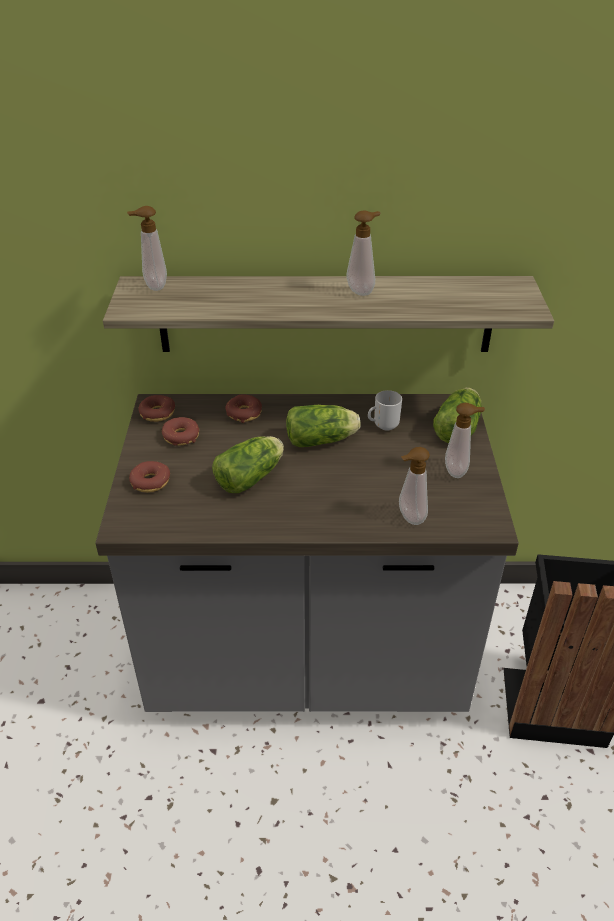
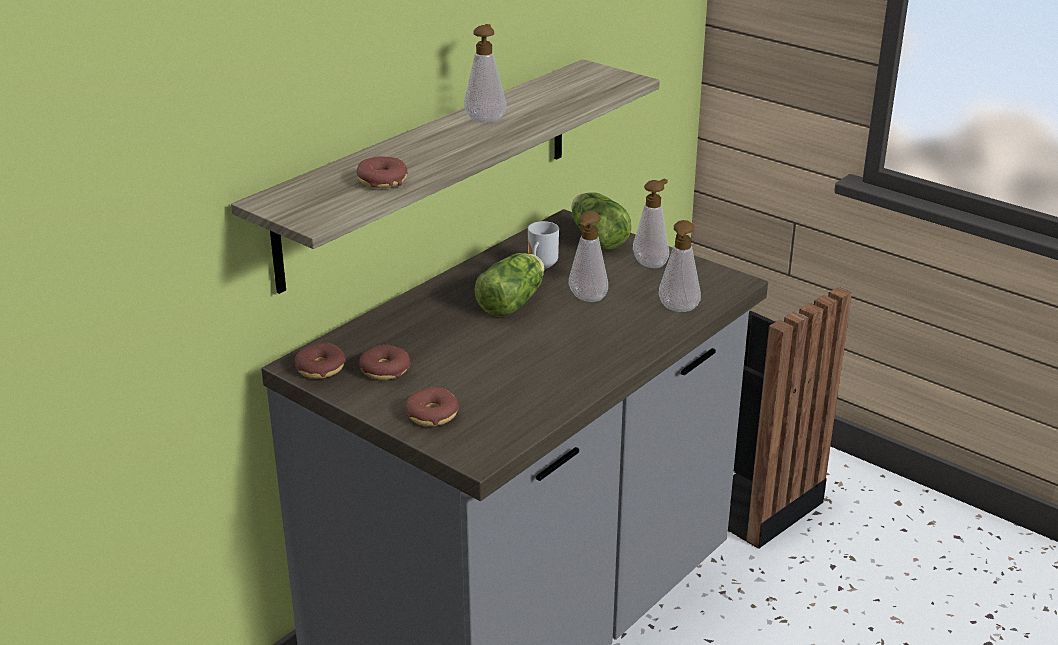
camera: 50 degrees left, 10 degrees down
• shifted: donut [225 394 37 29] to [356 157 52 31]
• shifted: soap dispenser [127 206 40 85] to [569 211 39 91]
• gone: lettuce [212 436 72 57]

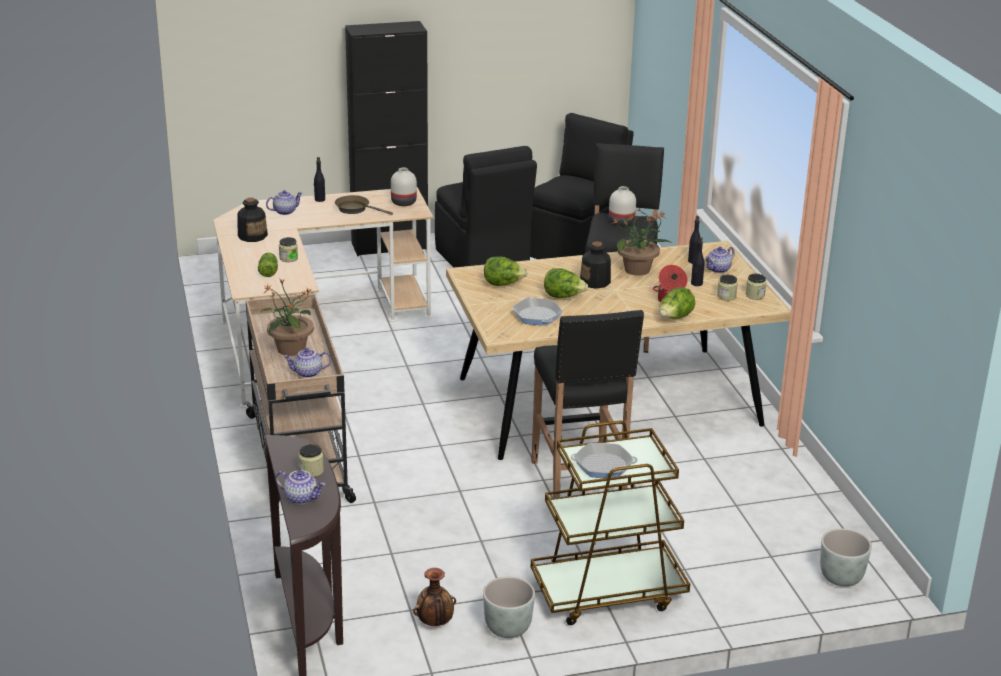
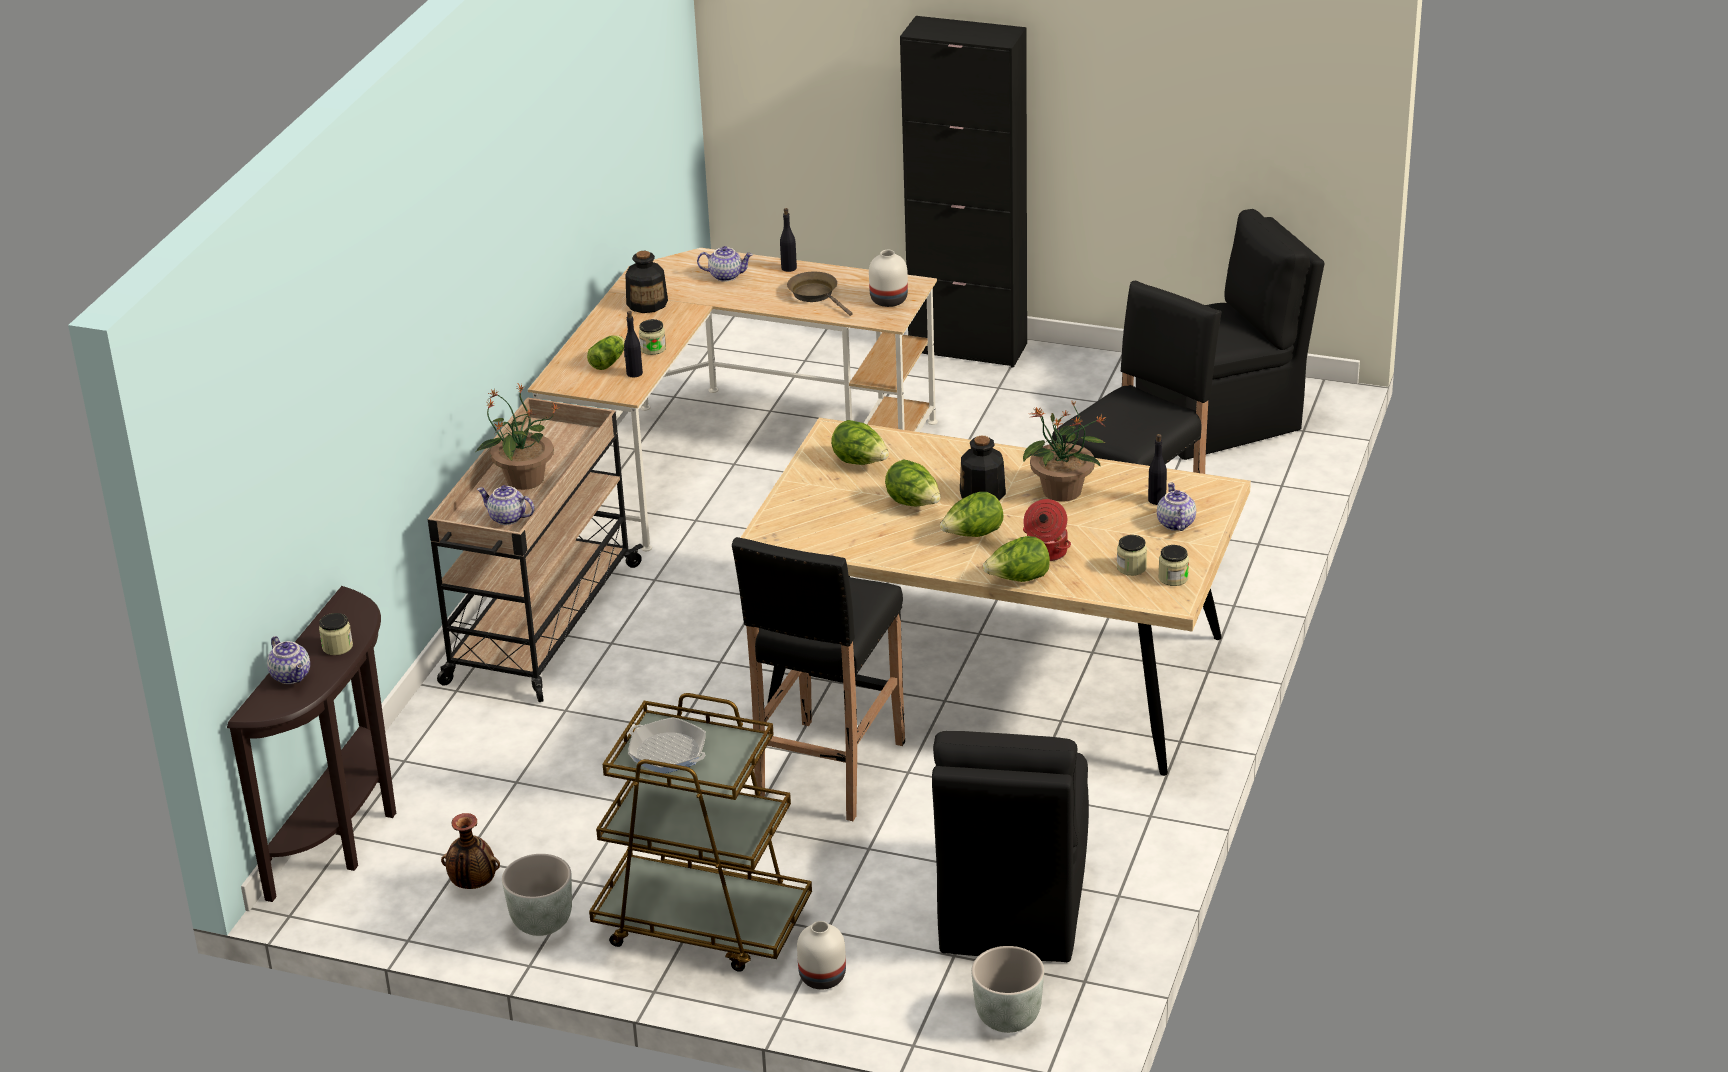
camera: 35 degrees right, 5 degrees up
• shifted: bottle/black [691 237 13 49] to [624 311 19 67]
• shifted: vase/white [609 186 27 40] to [797 921 49 68]
• shifted: chair/black [435 146 102 121] to [932 731 157 231]
• new: lettuce [940 492 64 45]
• rotated: teapot [705 247 30 26] = [1157 482 39 49] 90 degrees clockwise
• gone: frying pan [512 297 51 28]

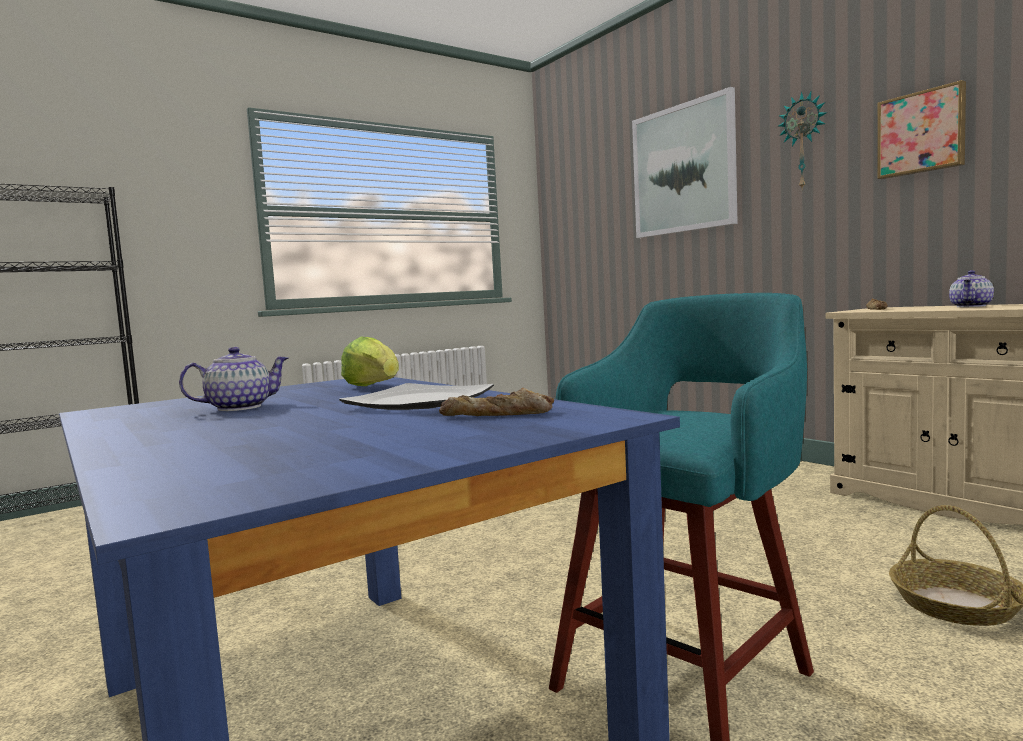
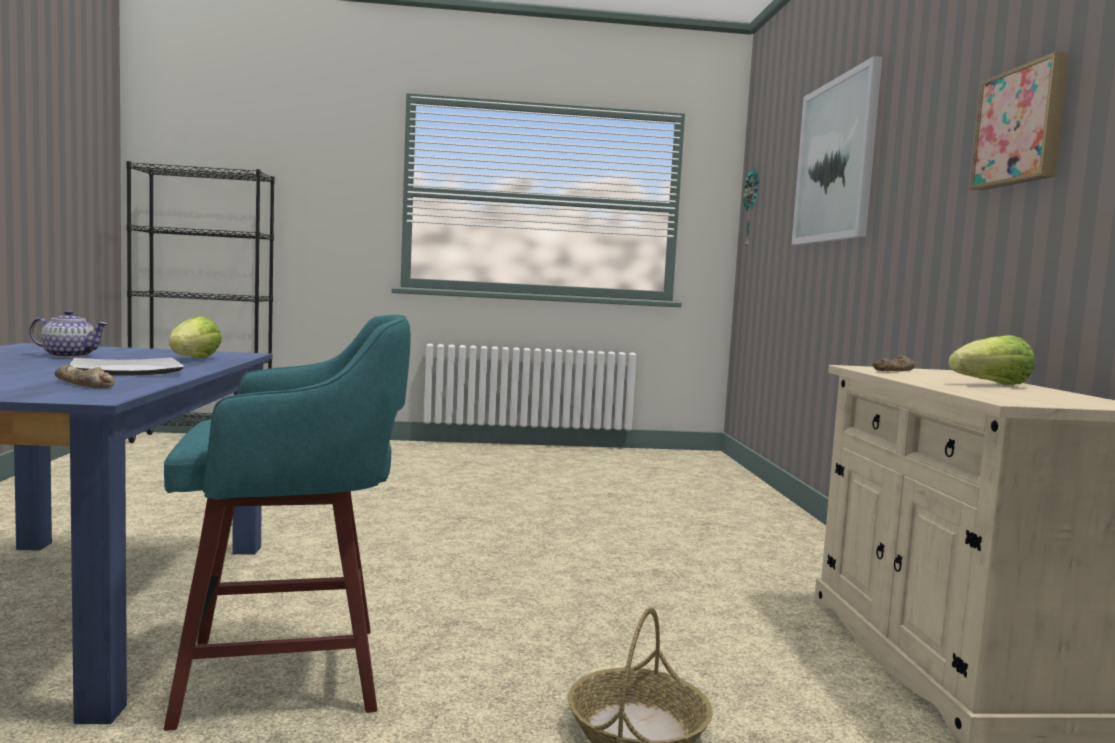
camera: 30 degrees right, 0 degrees up
• shifted: wall clock [778 92 48 98] to [743 168 15 81]
• swapped: teapot [949 270 45 37] to lettuce [948 335 87 50]

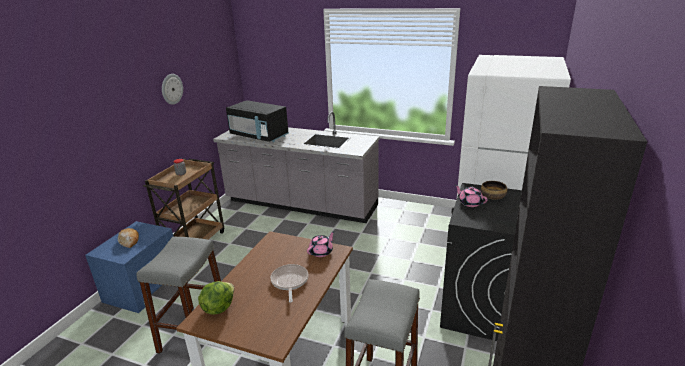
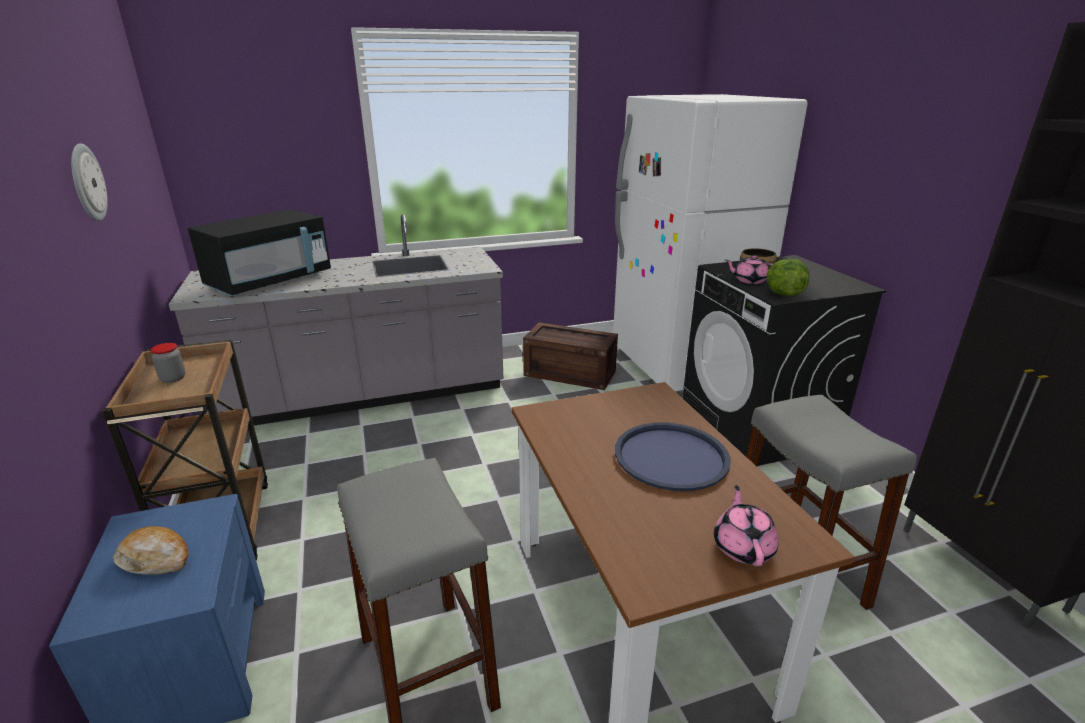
camera: 40 degrees left, 0 degrees up
• rotated: microwave/black [226 100 63 42] = [188 209 143 87] 45 degrees counterclockwise
• new: crate [523 322 95 68]
• swapped: frying pan [270 264 38 39] to tray/blue [615 422 116 69]
• shifted: teapot/pink [307 231 28 26] to [714 485 65 81]
• shifted: lettuce [198 281 36 34] to [767 259 43 37]

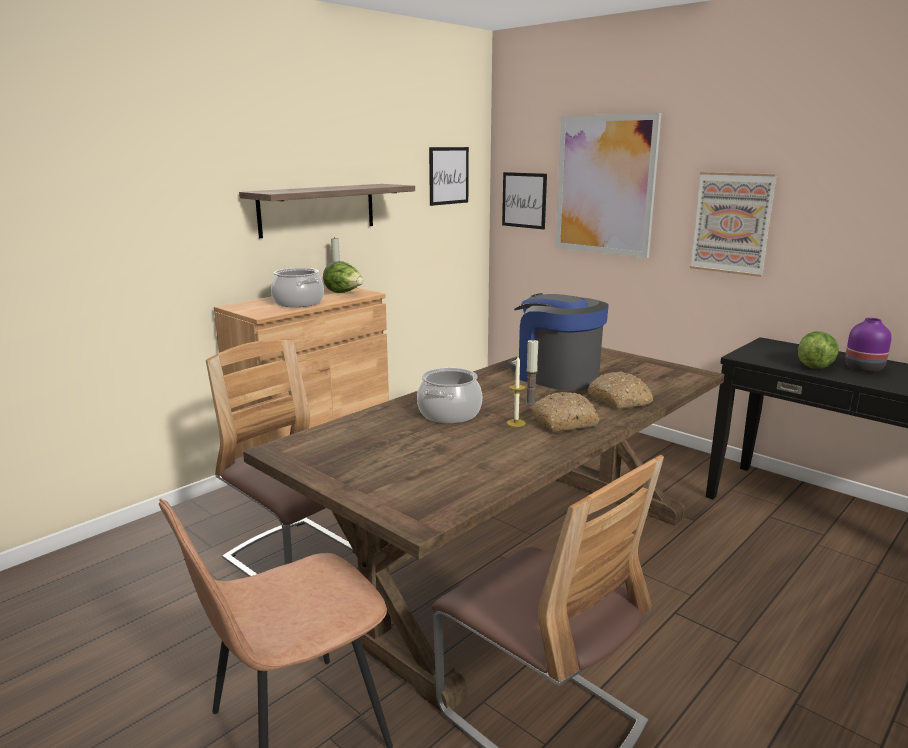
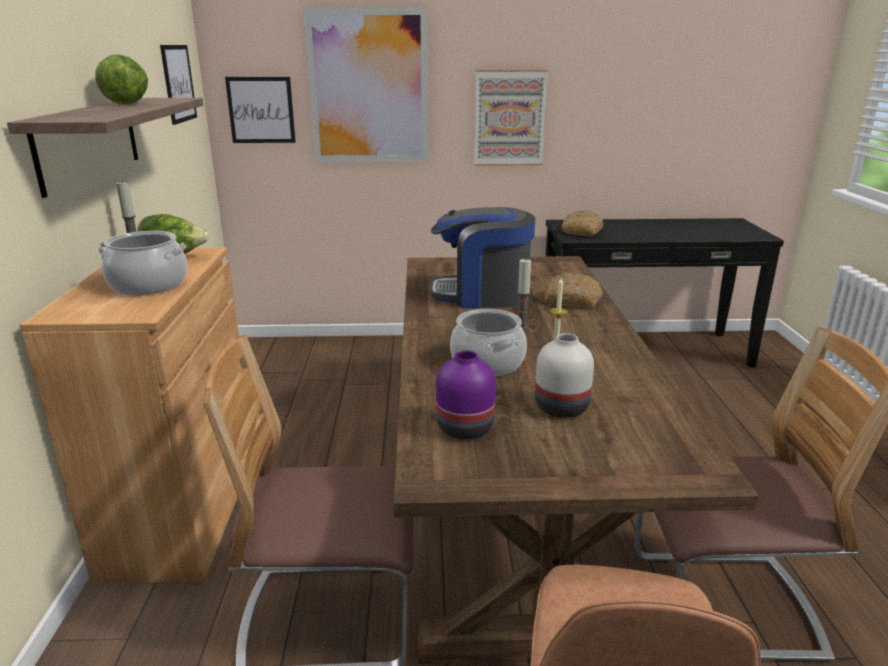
camera: 45 degrees left, 5 degrees up
• shifted: lettuce [798 331 41 38] to [95 54 53 50]
• shifted: vase/purple [845 318 46 54] to [436 350 60 90]
• new: vase/white [535 333 59 85]
• shifted: bread [532 392 67 40] to [562 210 41 27]

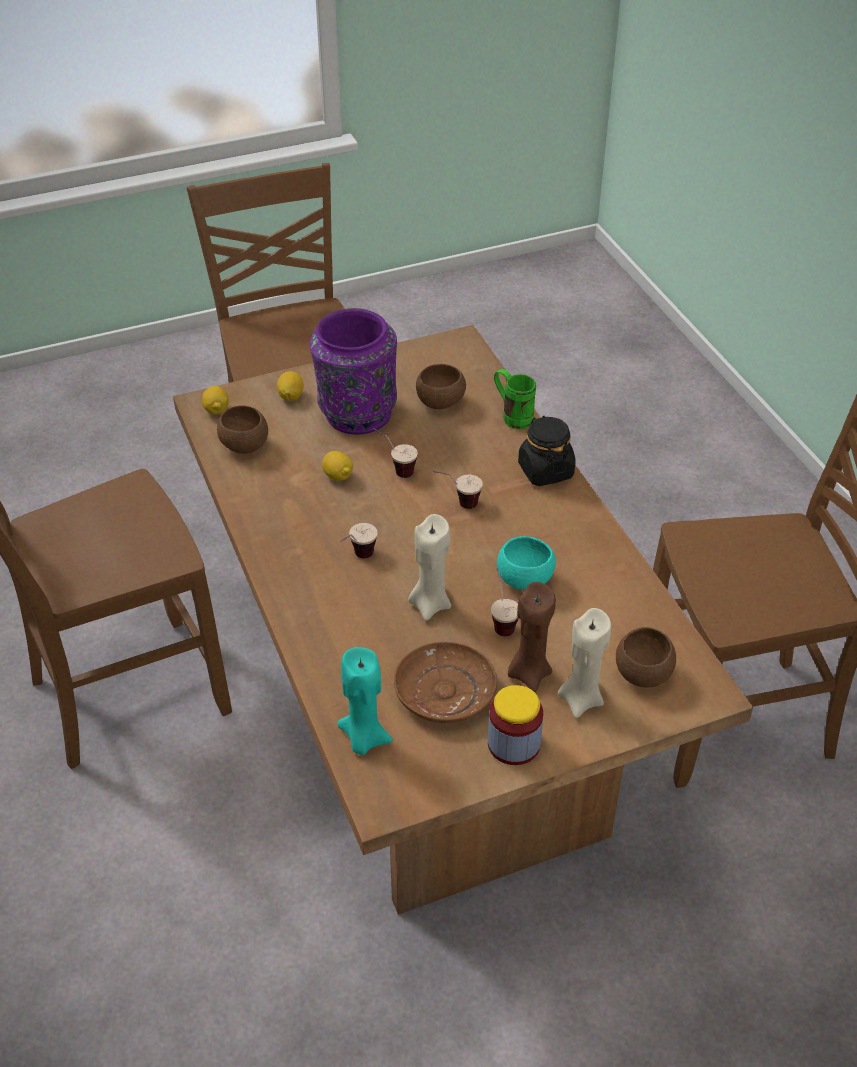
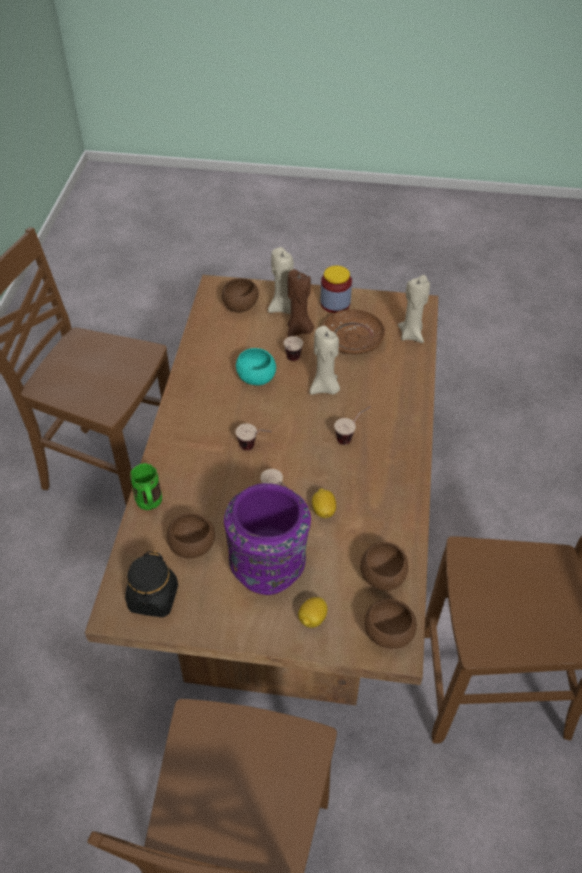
camera: 150 degrees left, 5 degrees up
• shifted: jar/black [518 416 57 70] to [125 551 53 66]
• swapped: lemon [202 386 27 28] to bowl/brown [365 599 52 50]
• repainted: candle/turquoise [337 647 56 108] to candle/beige [398 275 32 68]

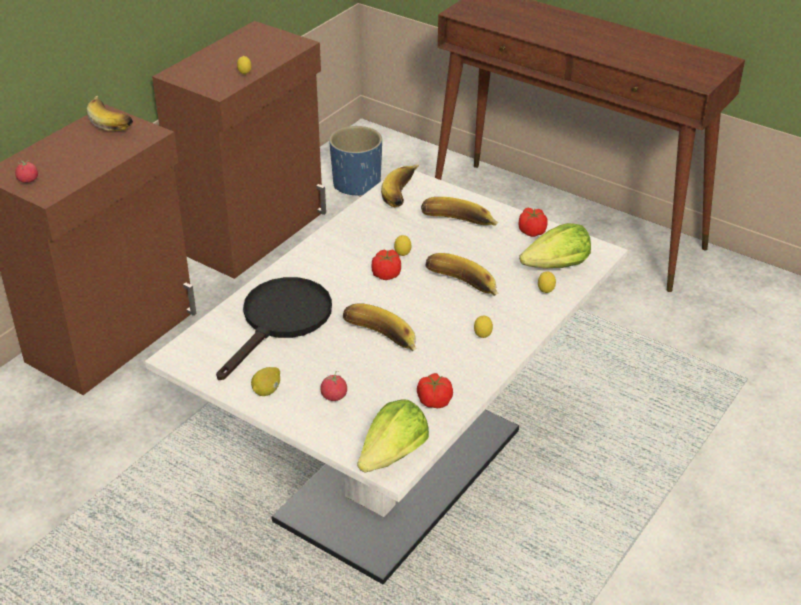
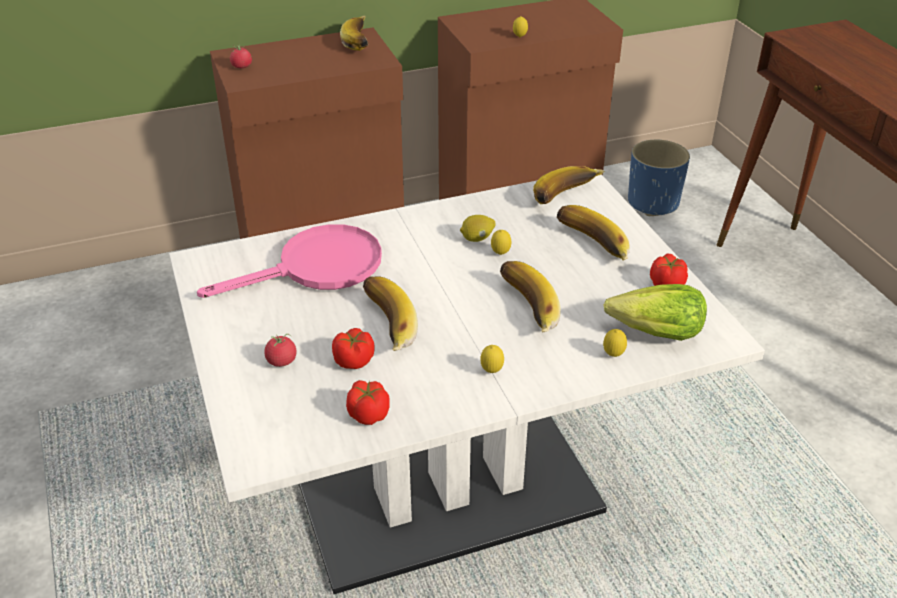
camera: 35 degrees right, 0 degrees up
• repainted: frying pan/black [216 277 116 103] to frying pan/pink [197 224 185 74]
• shifted: tomato [372 250 29 30] to [332 328 43 41]
• shifted: lemon [251 367 29 29] to [460 215 35 27]
• gone: lettuce [357 399 72 74]

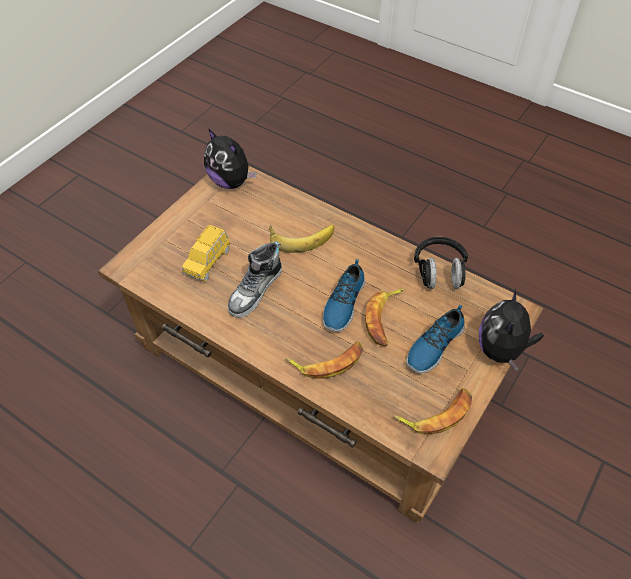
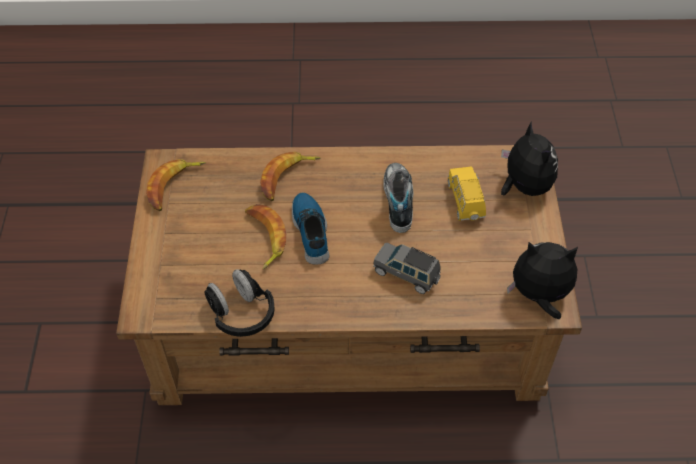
camera: 145 degrees right, 0 degrees up
• swapped: banana [269 224 65 29] to toy car/grey [373 243 68 51]
• shifted: plush toy [479 289 65 82] to [501 121 57 75]
• gone: shoe [406 305 58 69]

